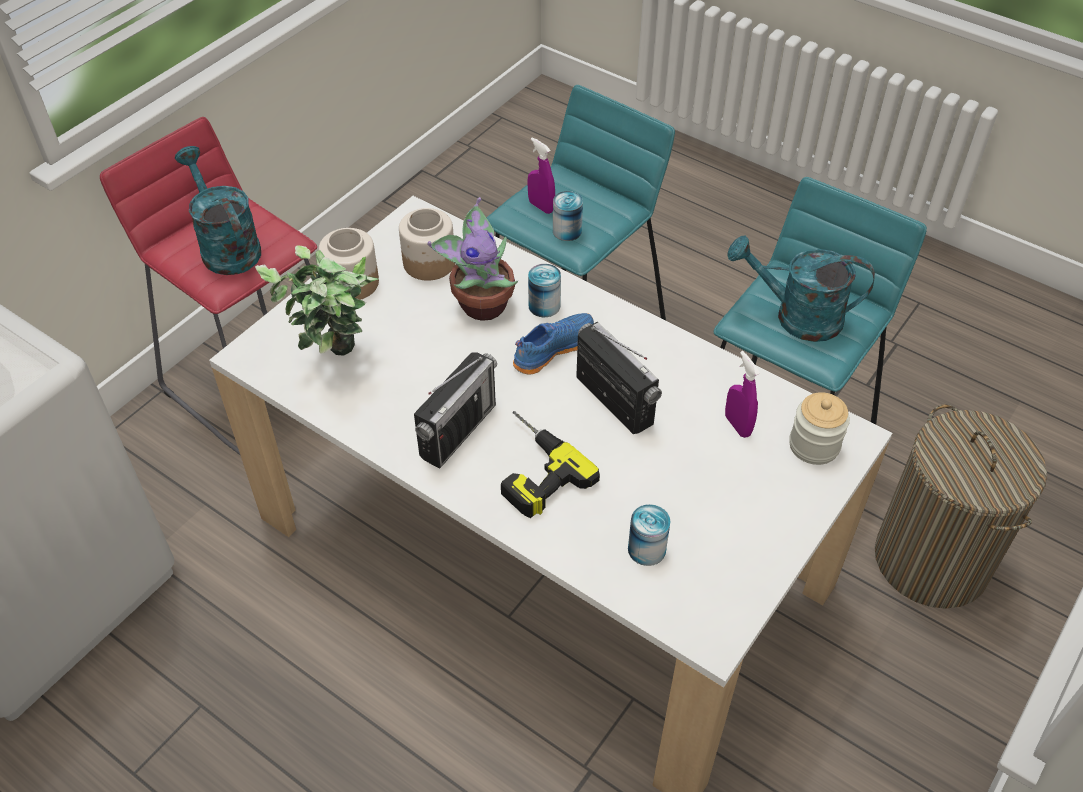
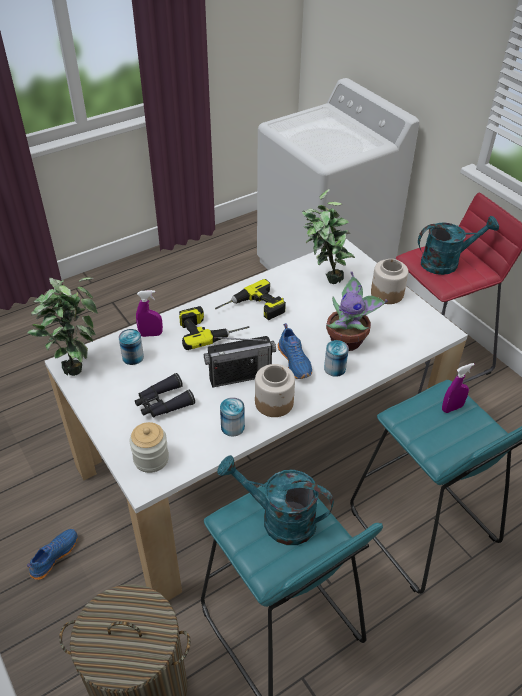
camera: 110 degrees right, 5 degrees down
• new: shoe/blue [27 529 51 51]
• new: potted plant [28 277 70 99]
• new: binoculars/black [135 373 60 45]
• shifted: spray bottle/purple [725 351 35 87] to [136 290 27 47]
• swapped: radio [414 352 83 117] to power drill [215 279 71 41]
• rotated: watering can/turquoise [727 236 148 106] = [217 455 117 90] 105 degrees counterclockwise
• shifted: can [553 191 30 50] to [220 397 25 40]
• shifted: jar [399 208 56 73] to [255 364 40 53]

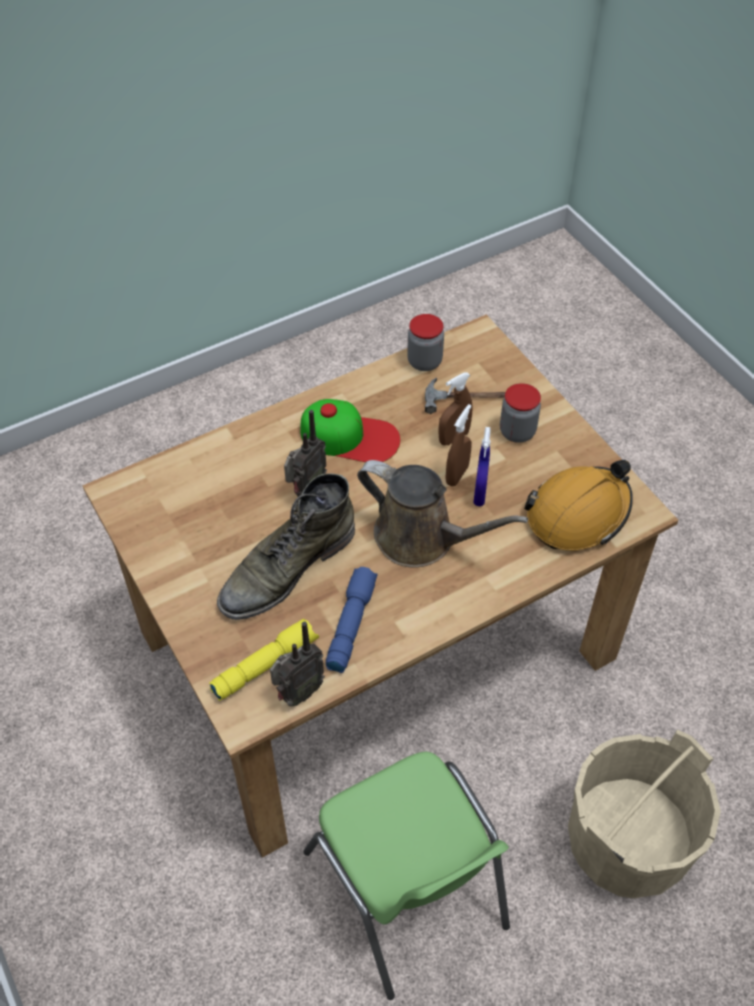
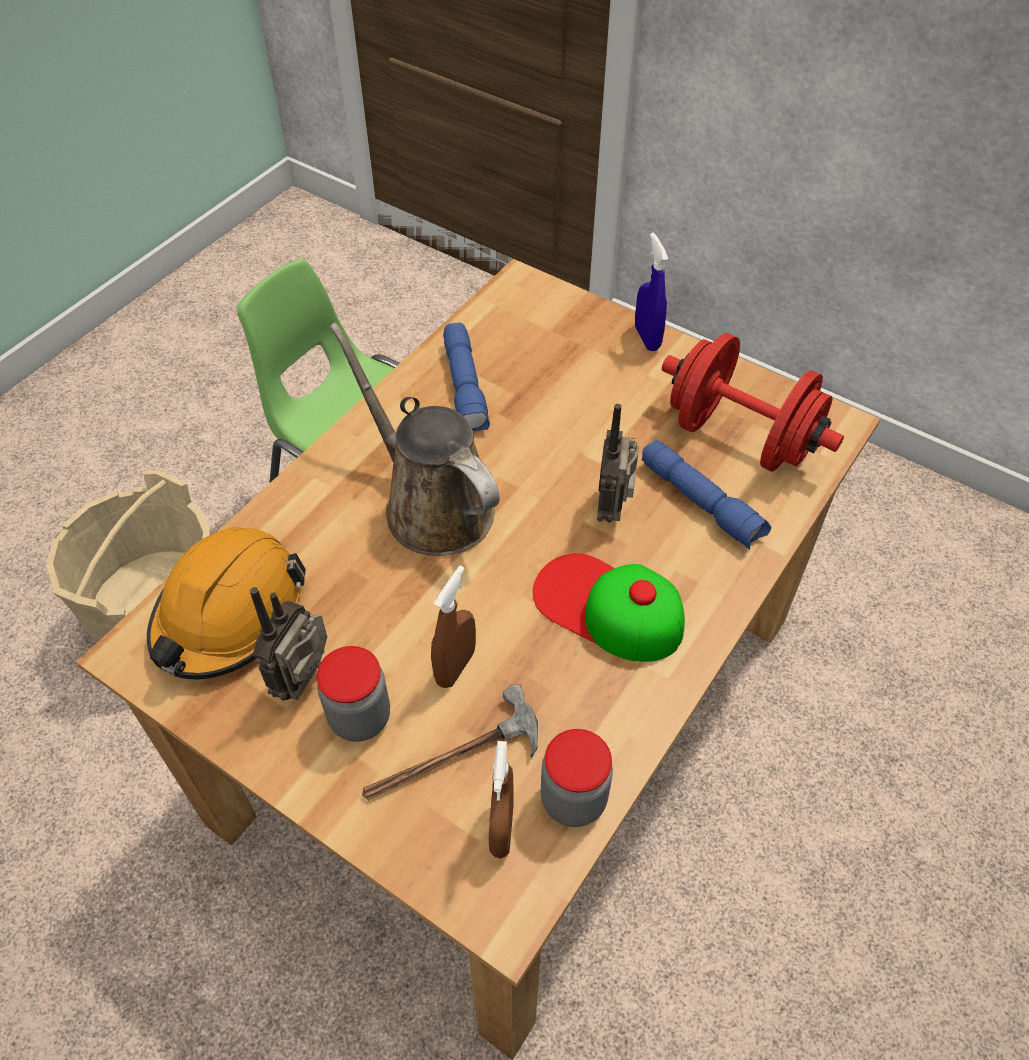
camera: 155 degrees right, 0 degrees up
• shifted: radio [270 621 55 86] to [250 587 77 114]
• rotated: watering can/brown [357 460 171 107] = [330 322 170 234] 45 degrees clockwise
• shifted: spray bottle/brown [445 404 27 82] to [489 741 25 117]
• rotated: cap [301 399 99 63] = [533 553 152 109] 45 degrees clockwise
• shifted: spray bottle/blue [473 427 18 79] to [635 232 33 119]
• new: flashlight/blue [641 439 130 111]
• new: dumbbell/red [662 333 182 139]
• gone: flashlight/yellow [209 619 110 82]
• gone: boot/green [217 473 138 147]

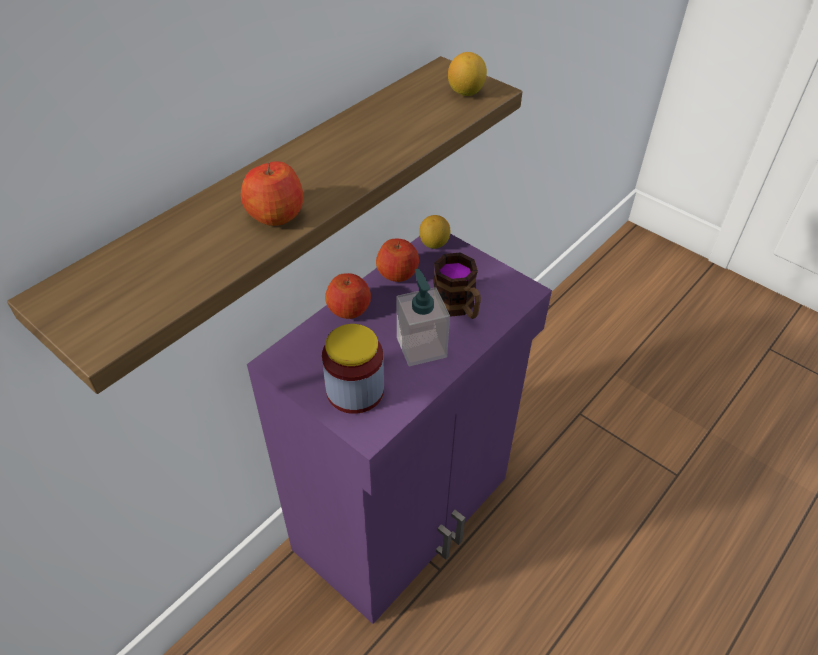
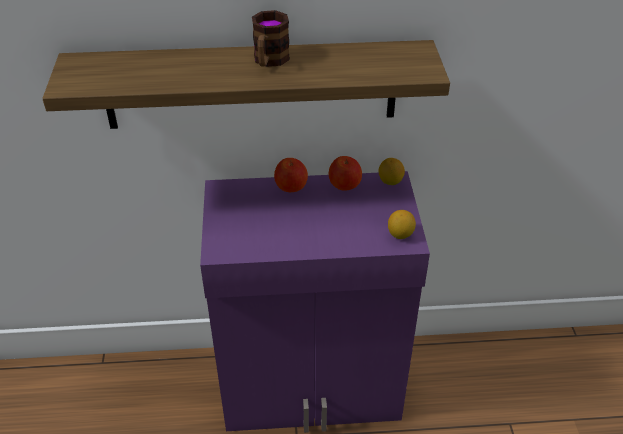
camera: 45 degrees right, 5 degrees down
• shifted: mug [433 253 48 66] to [252 10 38 57]
• shifted: lemon [448 52 39 44] to [388 210 28 29]
• gone: apple [241 161 62 65]
• gone: jar [322 324 62 90]
• gone: soap dispenser [396 269 54 97]

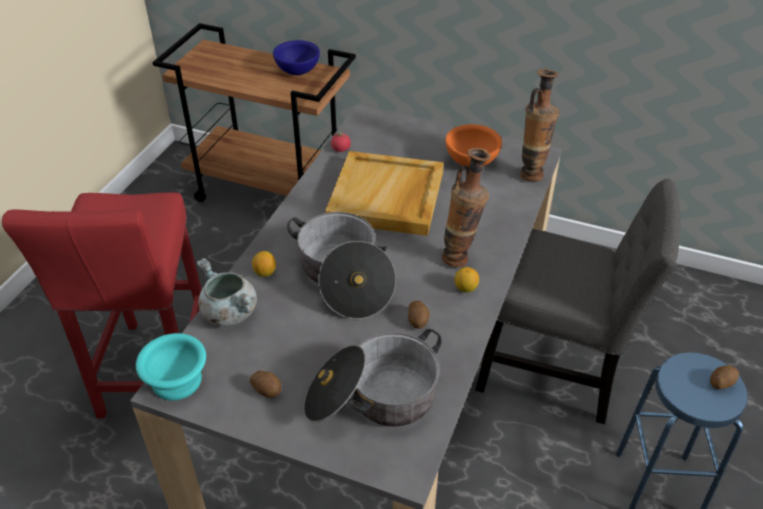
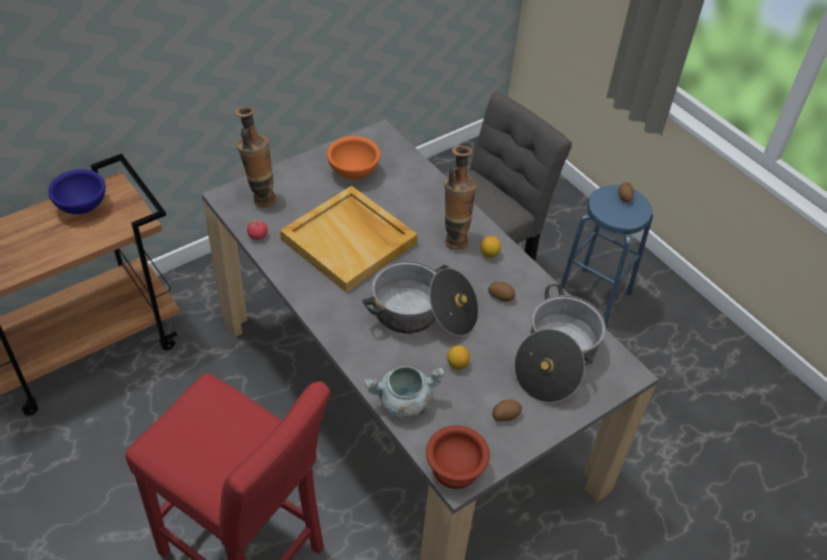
camera: 60 degrees left, 5 degrees up
• shifted: vase [520 69 39 112] to [235 106 41 102]
• repainted: bowl/turquoise [136 333 70 68] to bowl/brown [426 426 64 63]
• shifted: lemon [252 251 24 26] to [447 345 23 25]

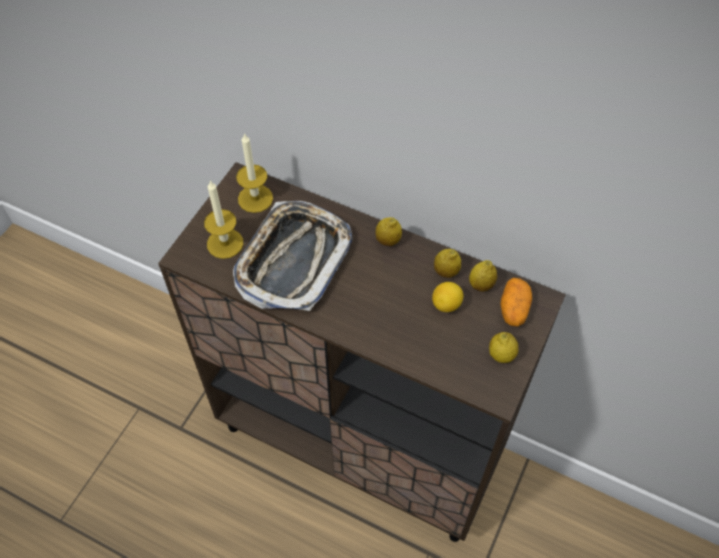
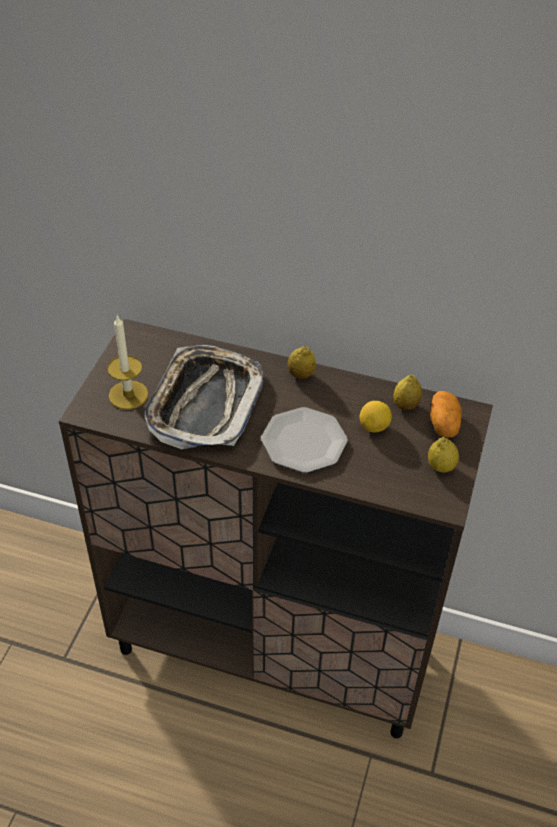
camera: 10 degrees left, 10 degrees down
• new: plate [261 407 87 66]
• gone: candle [236 133 37 80]
• gone: lemon [434 249 27 29]

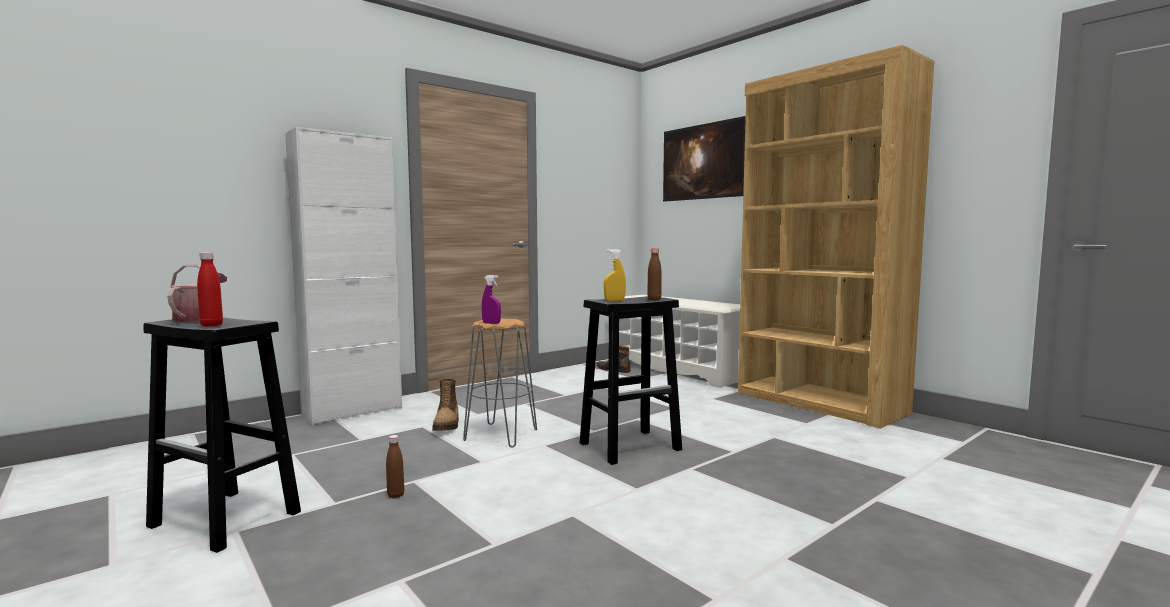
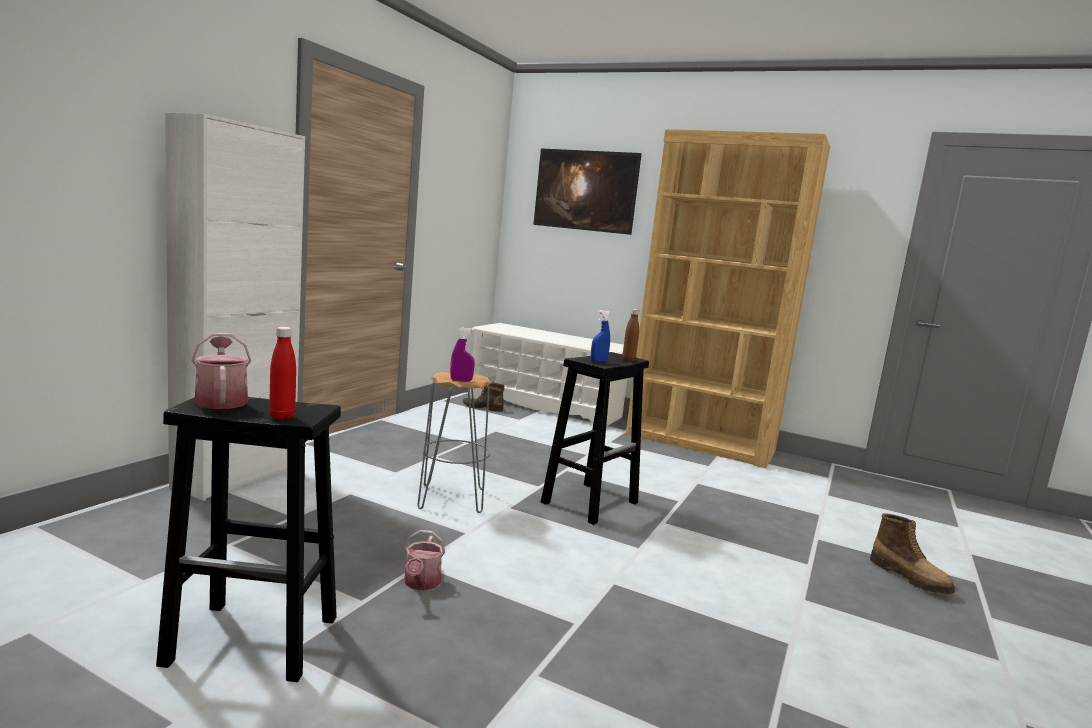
camera: 25 degrees left, 5 degrees up
• swapped: bottle/brown [386 435 18 64] to watering can [404 530 41 61]
• repainted: spray bottle/yellow [604 249 22 52] to spray bottle/blue [591 310 19 52]
• shifted: boot [432 378 27 53] to [870 513 85 81]

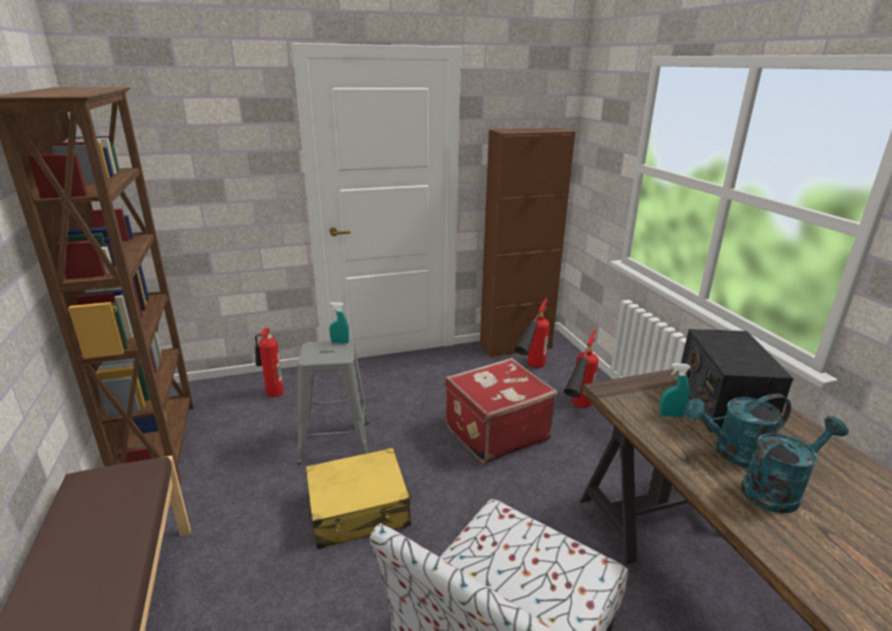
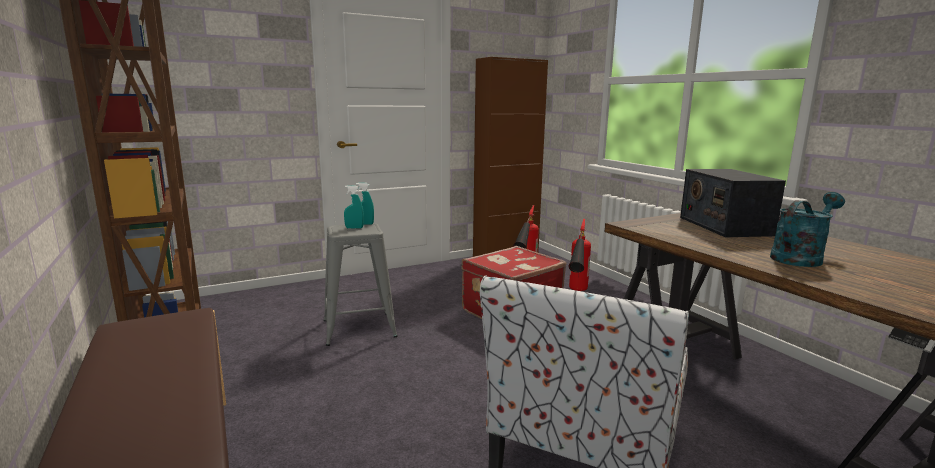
camera: 10 degrees left, 10 degrees down
• shifted: spray bottle/turquoise [659 363 32 54] to [344 185 20 44]
• gone: fire extinguisher [255 328 29 69]
• gone: suitcase/yellow [306 448 106 101]
• gone: watering can/turquoise [685 394 106 74]

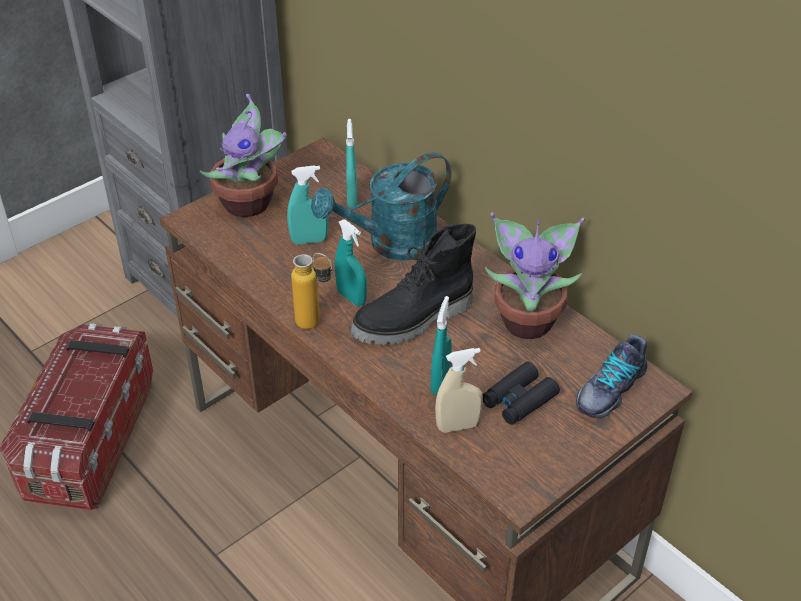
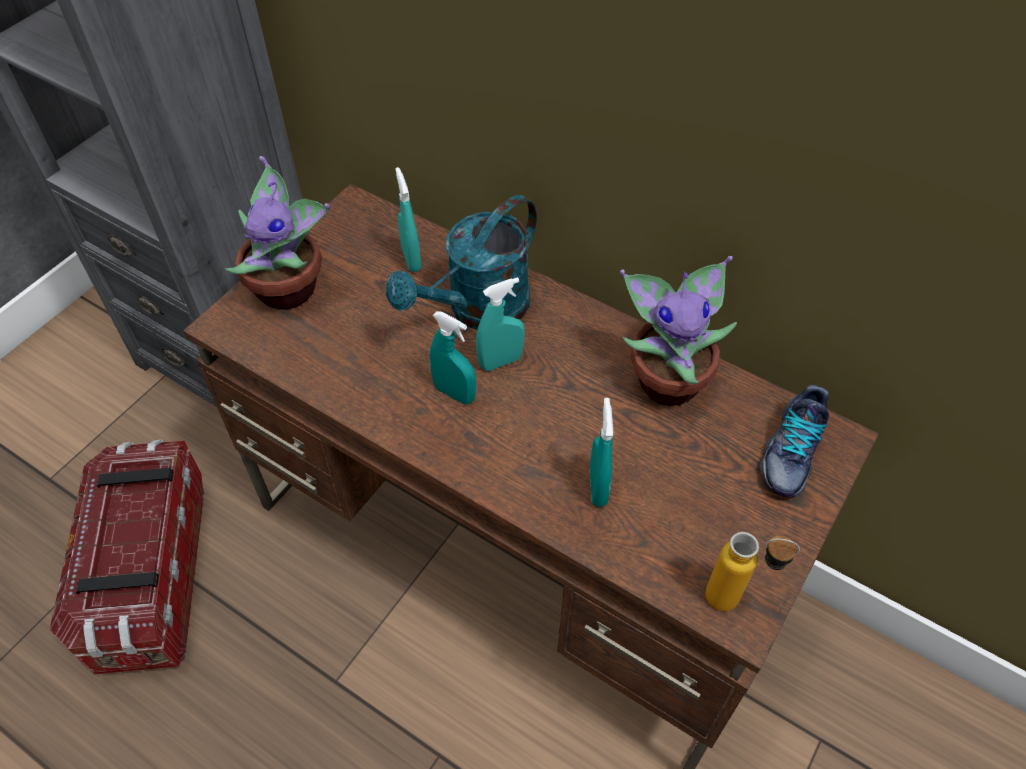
camera: 15 degrees left, 10 degrees up
• shifted: spray bottle/turquoise [287 165 41 79] to [476 277 49 94]
• shifted: bottle [291 253 41 76] to [705 532 95 79]
• gone: boot/black [351 224 125 121]
• gone: spray bottle/beige [435 348 48 85]
• gone: binoculars/black [482 362 78 63]

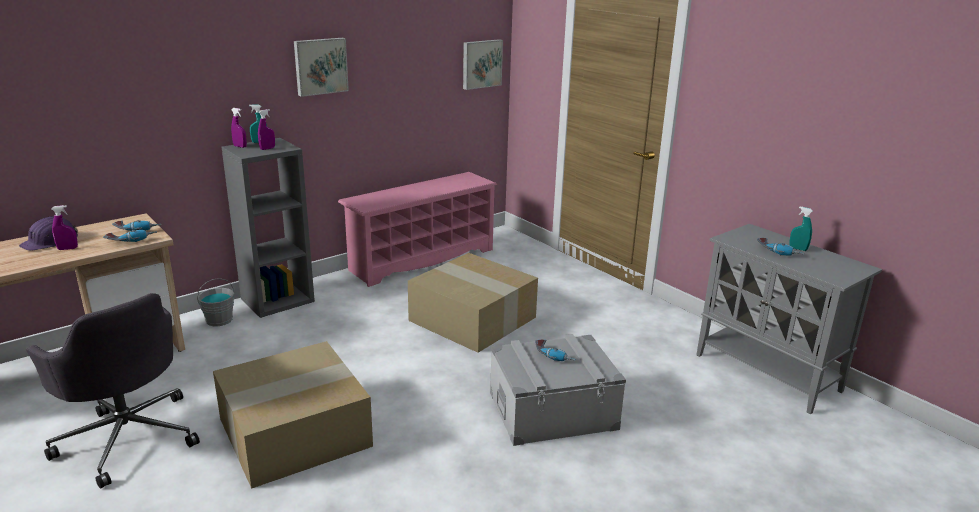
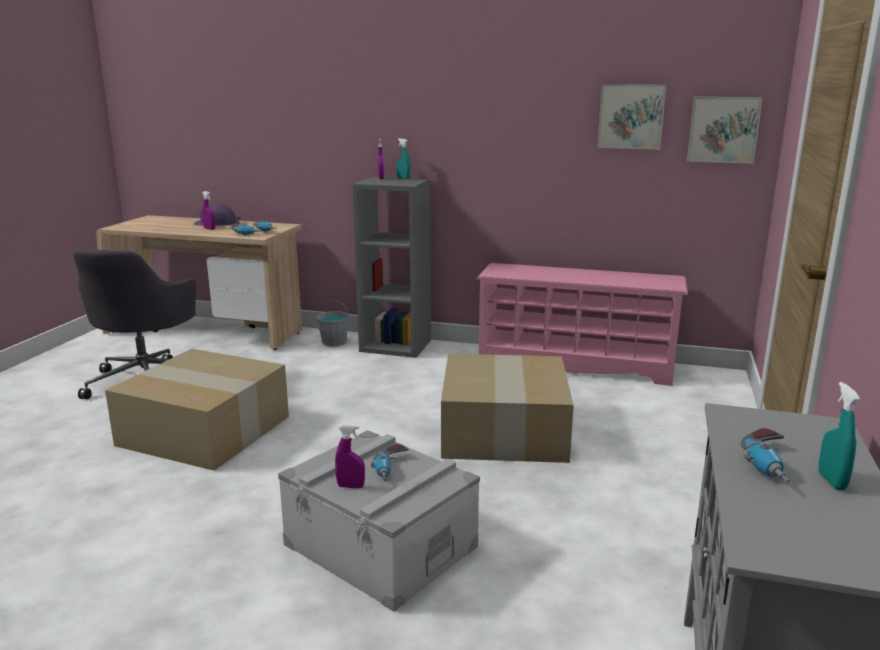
camera: 55 degrees right, 5 degrees down
• shifted: spray bottle/purple [258 109 17 41] to [335 424 30 65]
• shifted: picture [294 38 55 59] to [597 84 69 65]

